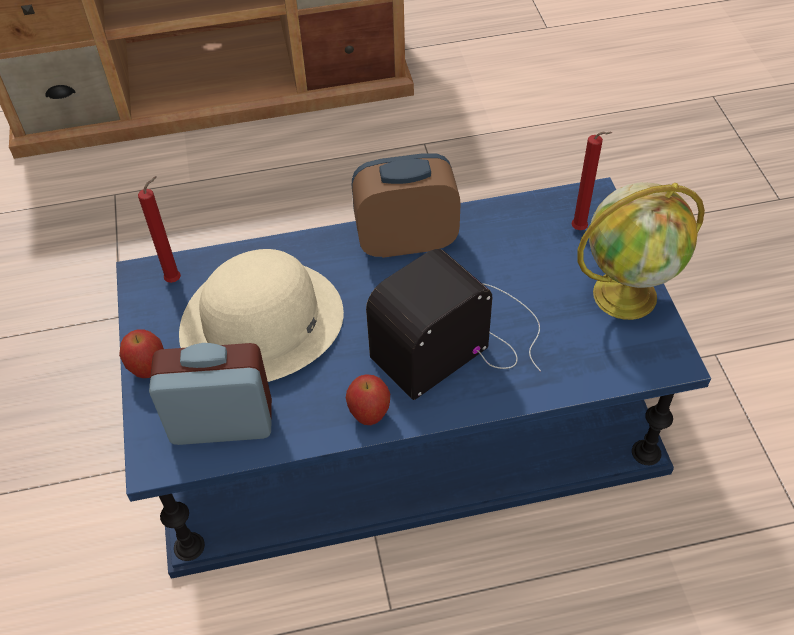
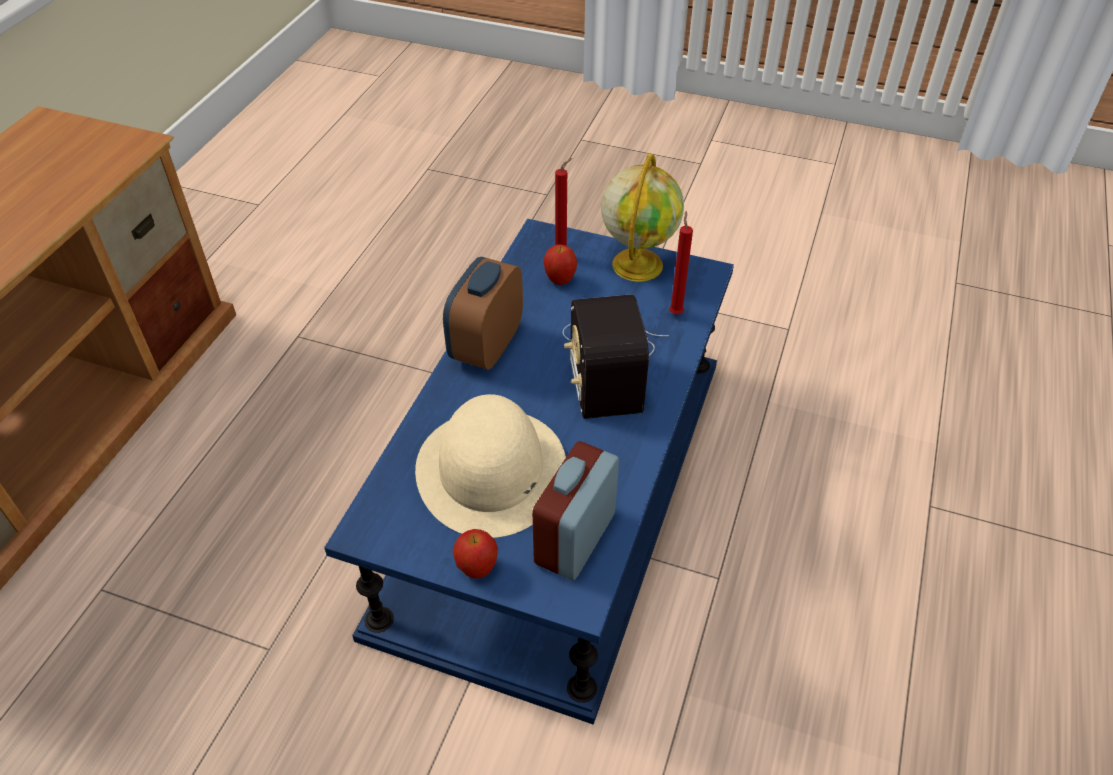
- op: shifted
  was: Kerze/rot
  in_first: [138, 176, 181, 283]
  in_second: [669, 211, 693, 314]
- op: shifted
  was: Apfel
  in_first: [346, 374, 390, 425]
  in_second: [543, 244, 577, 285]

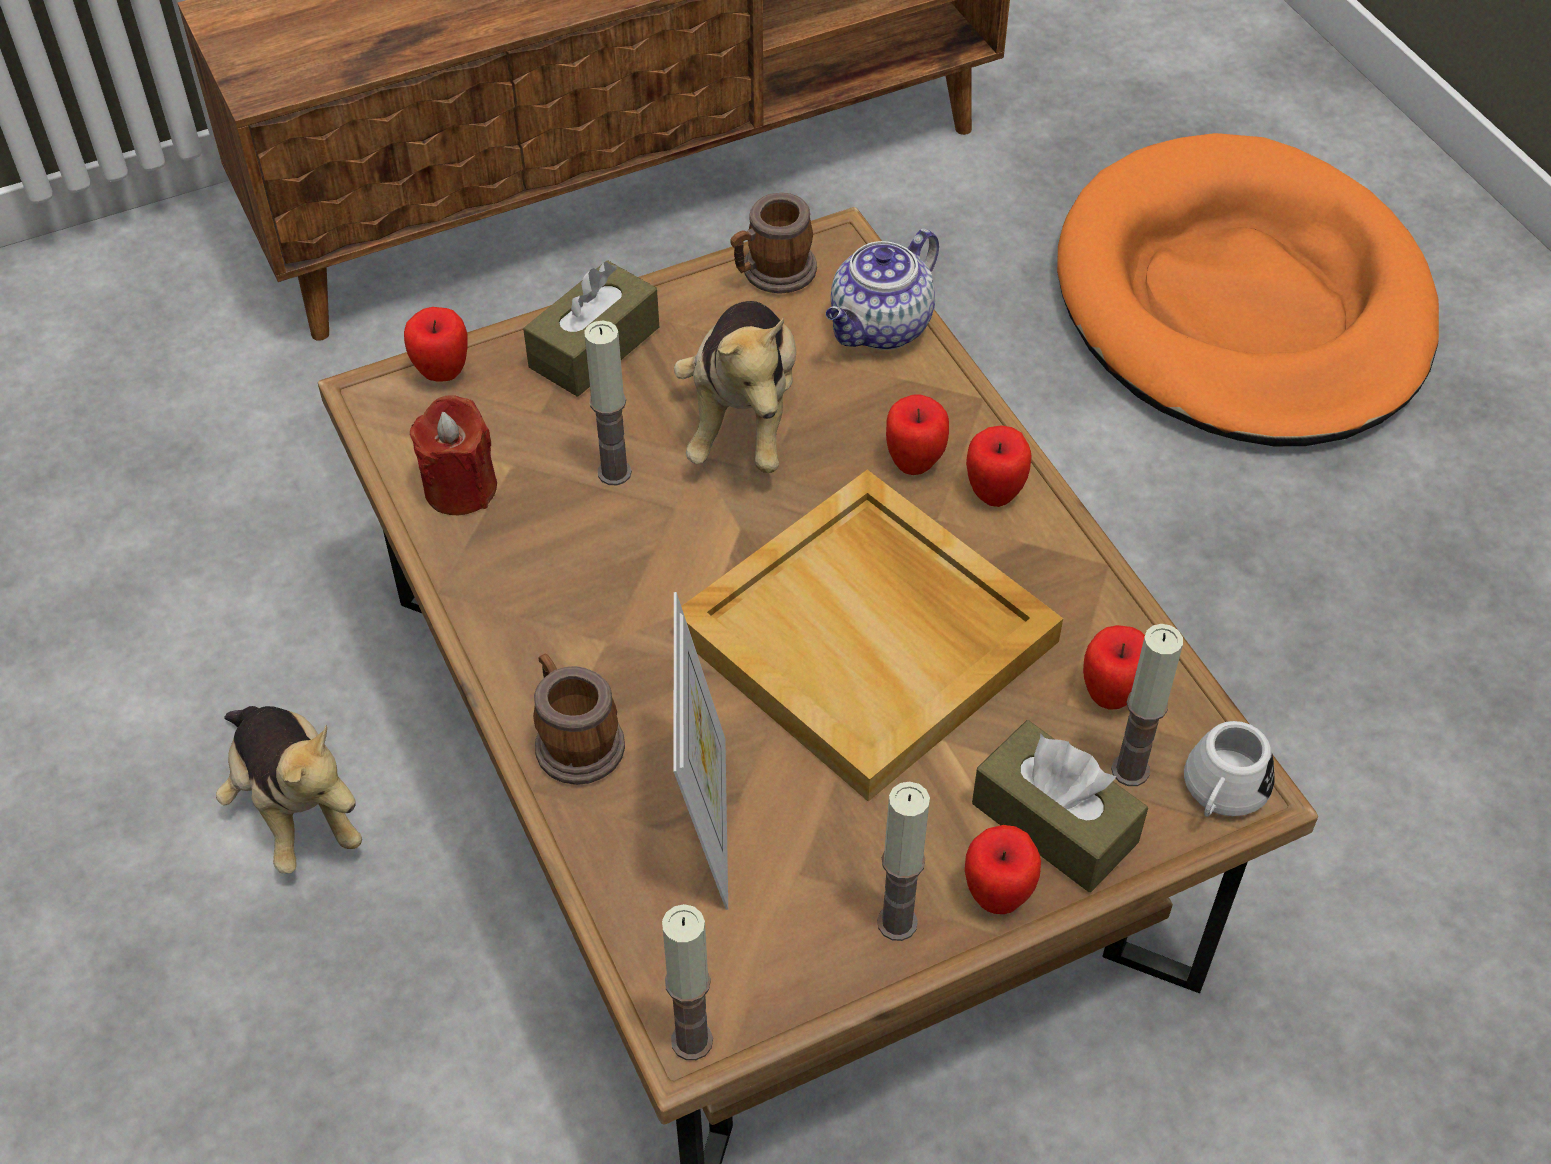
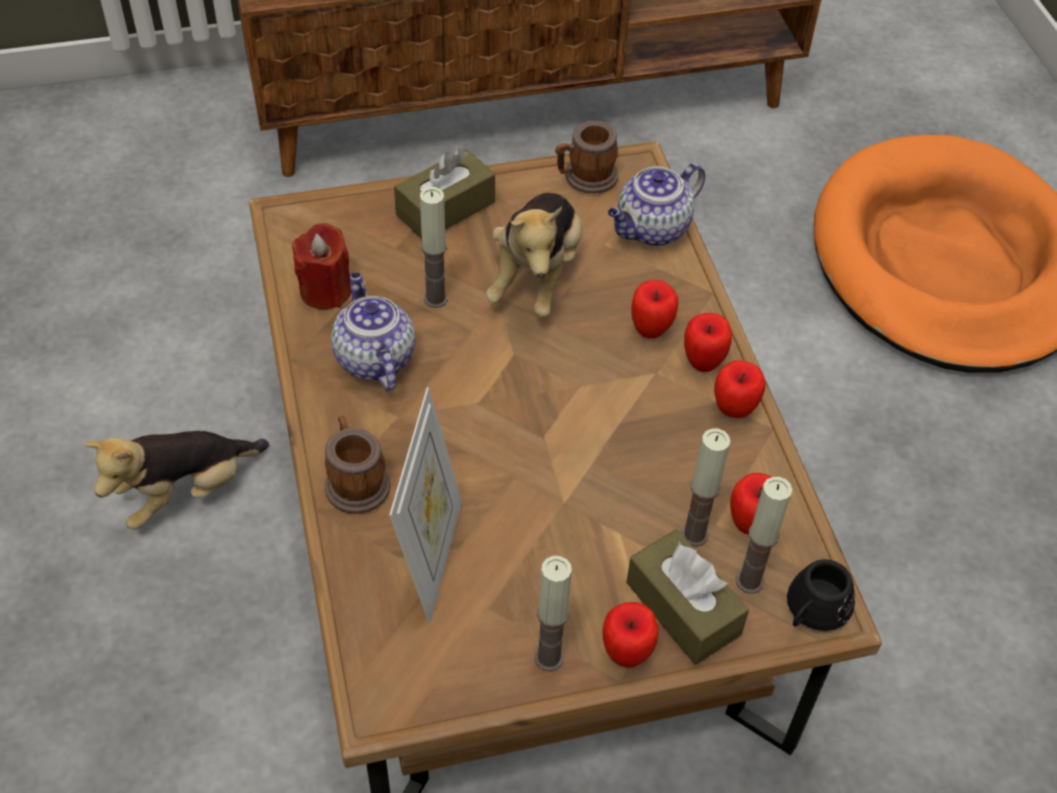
- op: gone
  was: Tablett/beige
  in_first: [681, 470, 1063, 801]
- op: new
  now: Teekanne
  in_second: [331, 272, 415, 391]
- op: shifted
  was: Apfel
  in_first: [404, 307, 467, 381]
  in_second: [714, 360, 766, 418]
- op: shifted
  was: Kerze
  in_first: [662, 904, 713, 1060]
  in_second: [681, 429, 730, 547]
- op: repainted
  was: Henkelbecher/weiß
  now: Henkelbecher/schwarz
  in_first: [1184, 721, 1275, 817]
  in_second: [787, 559, 855, 631]
- op: rotated
  was: Plüschtier
  in_first: [216, 706, 362, 874]
  in_second: [84, 431, 269, 530]
  clockwise: 75

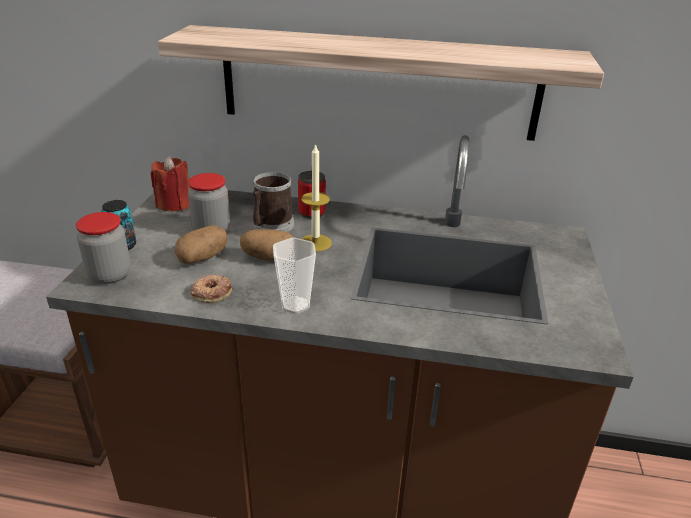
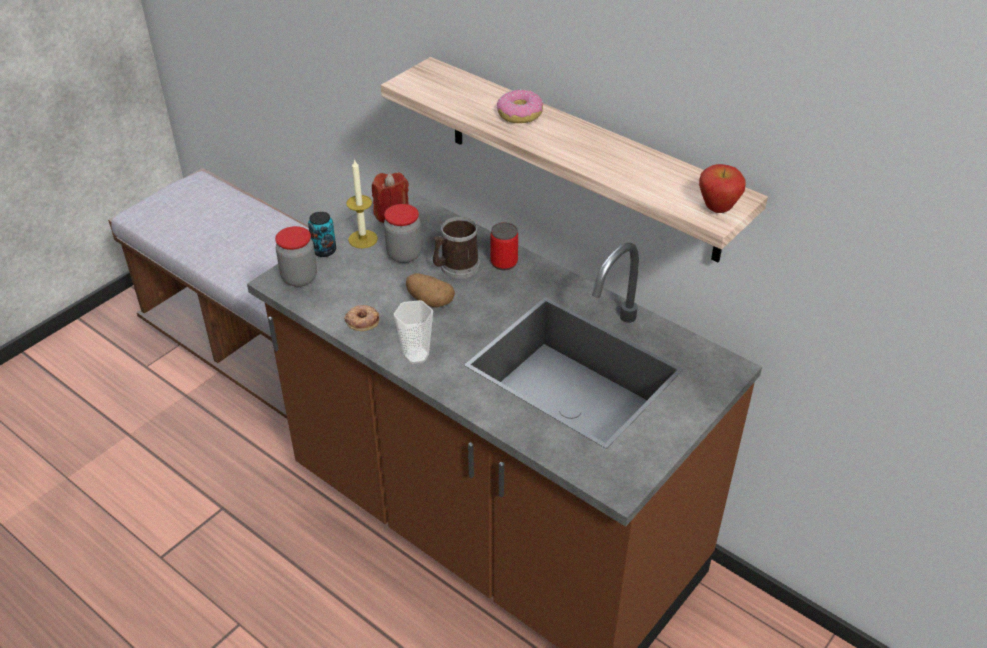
- op: gone
  was: Kartoffel
  in_first: [175, 225, 227, 264]
- op: new
  now: Donut
  in_second: [497, 89, 543, 123]
- op: new
  now: Apfel
  in_second: [699, 164, 746, 213]
- op: shifted
  was: Kerze
  in_first: [301, 143, 332, 252]
  in_second: [346, 159, 378, 248]

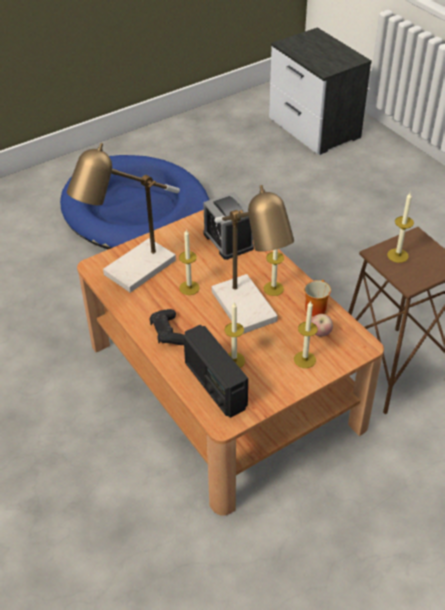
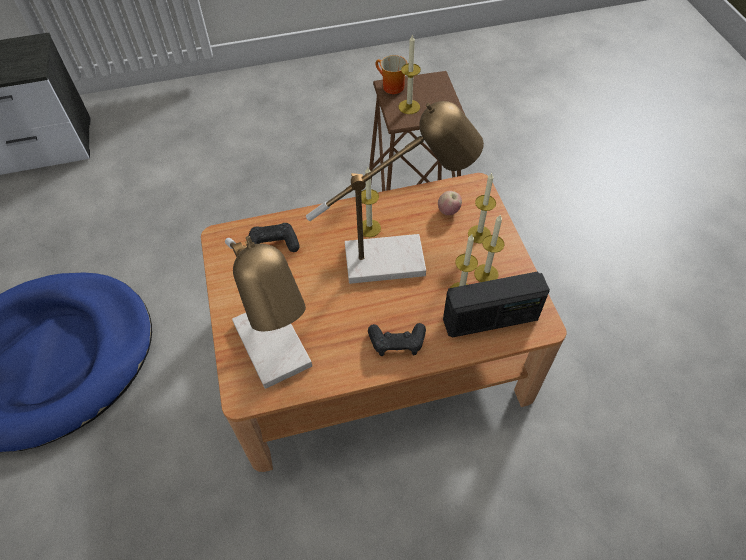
- op: shifted
  was: Kerze
  in_first: [179, 230, 200, 295]
  in_second: [474, 215, 505, 282]
- op: shifted
  was: Henkelbecher
  in_first: [304, 280, 331, 316]
  in_second: [375, 55, 407, 94]
- op: swapped
  was: Wecker
  now: Gamepad/schwarz
  in_first: [203, 192, 254, 260]
  in_second: [249, 223, 300, 252]

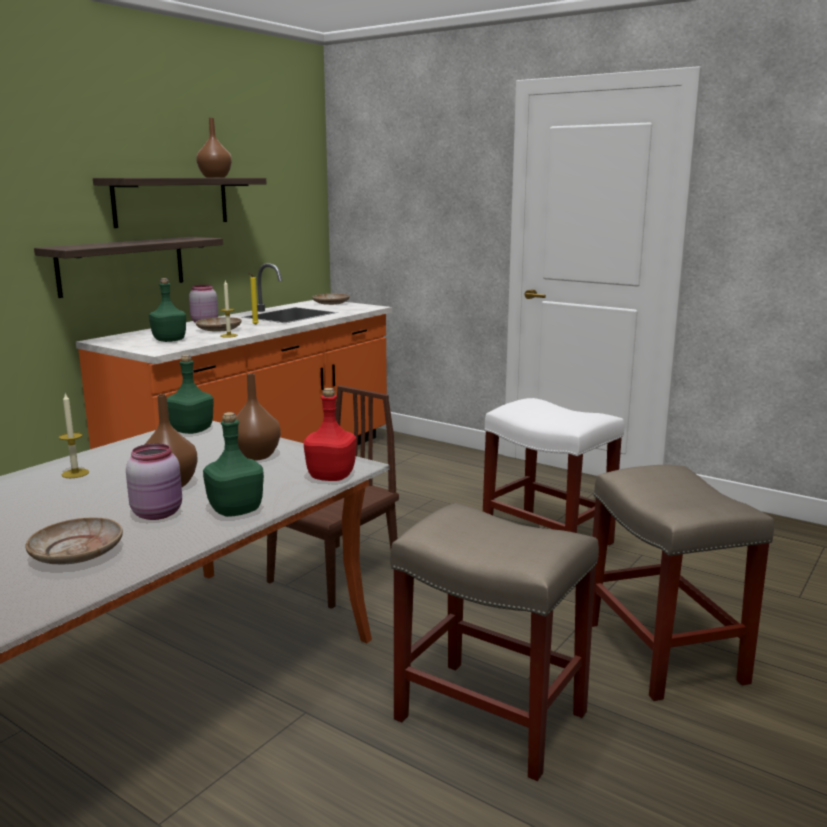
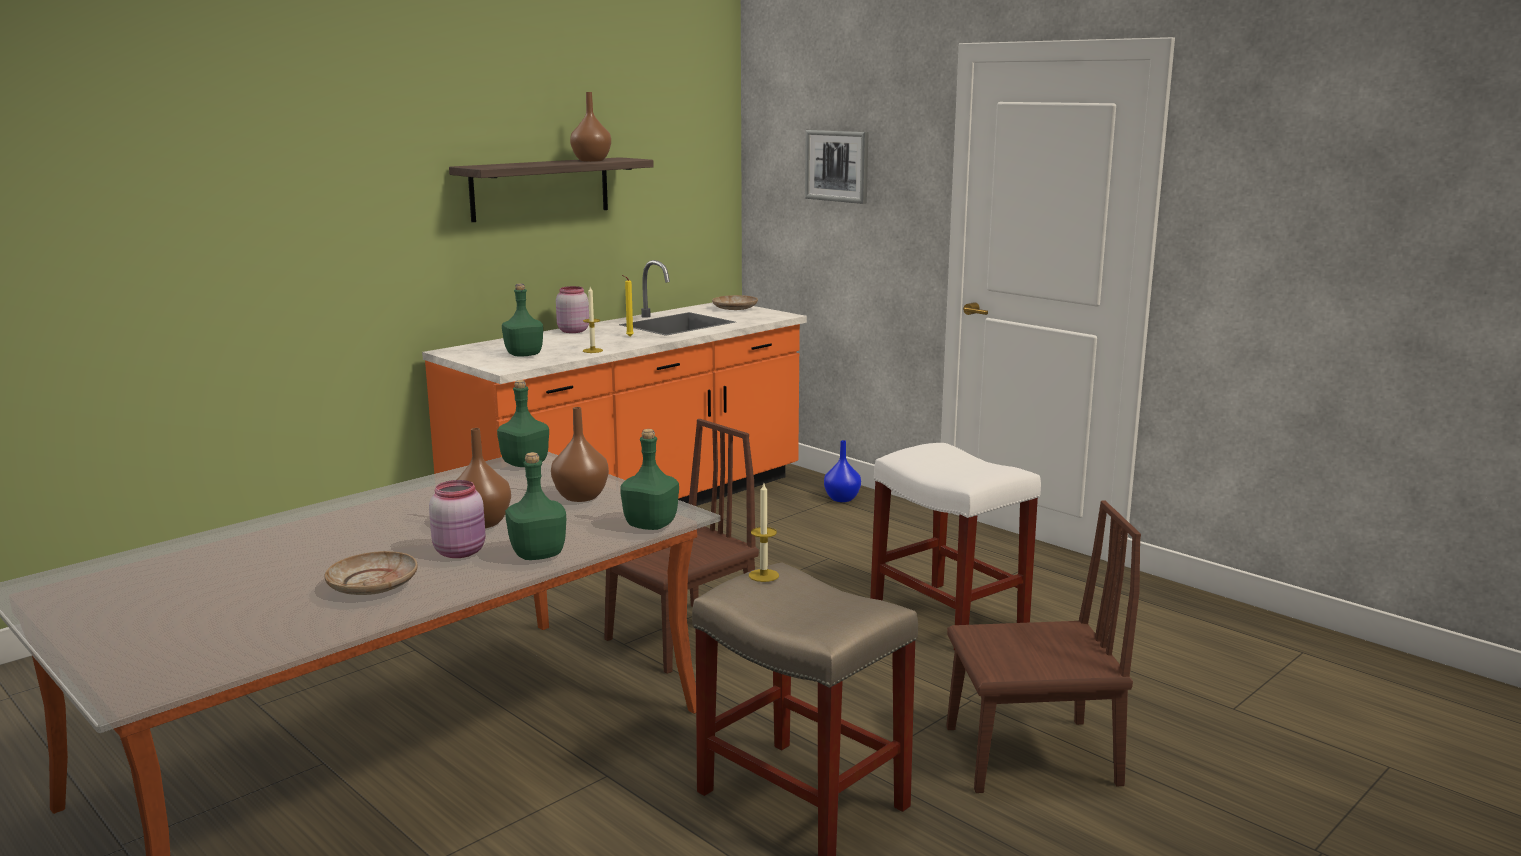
- op: gone
  was: Wandregal
  in_first: [34, 237, 223, 298]
- op: gone
  was: Teller/beige
  in_first: [196, 317, 241, 332]
- op: new
  now: Bild
  in_second: [805, 130, 868, 204]
- op: new
  now: Vase/blau
  in_second: [824, 440, 861, 502]
- op: shifted
  was: Kerze
  in_first: [59, 393, 89, 478]
  in_second: [749, 483, 779, 582]
- op: swapped
  was: Hocker/beige
  now: Stuhl/braun
  in_first: [592, 465, 774, 701]
  in_second: [946, 500, 1141, 793]
- op: repainted
  was: Flasche/rot
  now: Flasche/grün
  in_first: [304, 388, 357, 481]
  in_second: [620, 429, 679, 530]

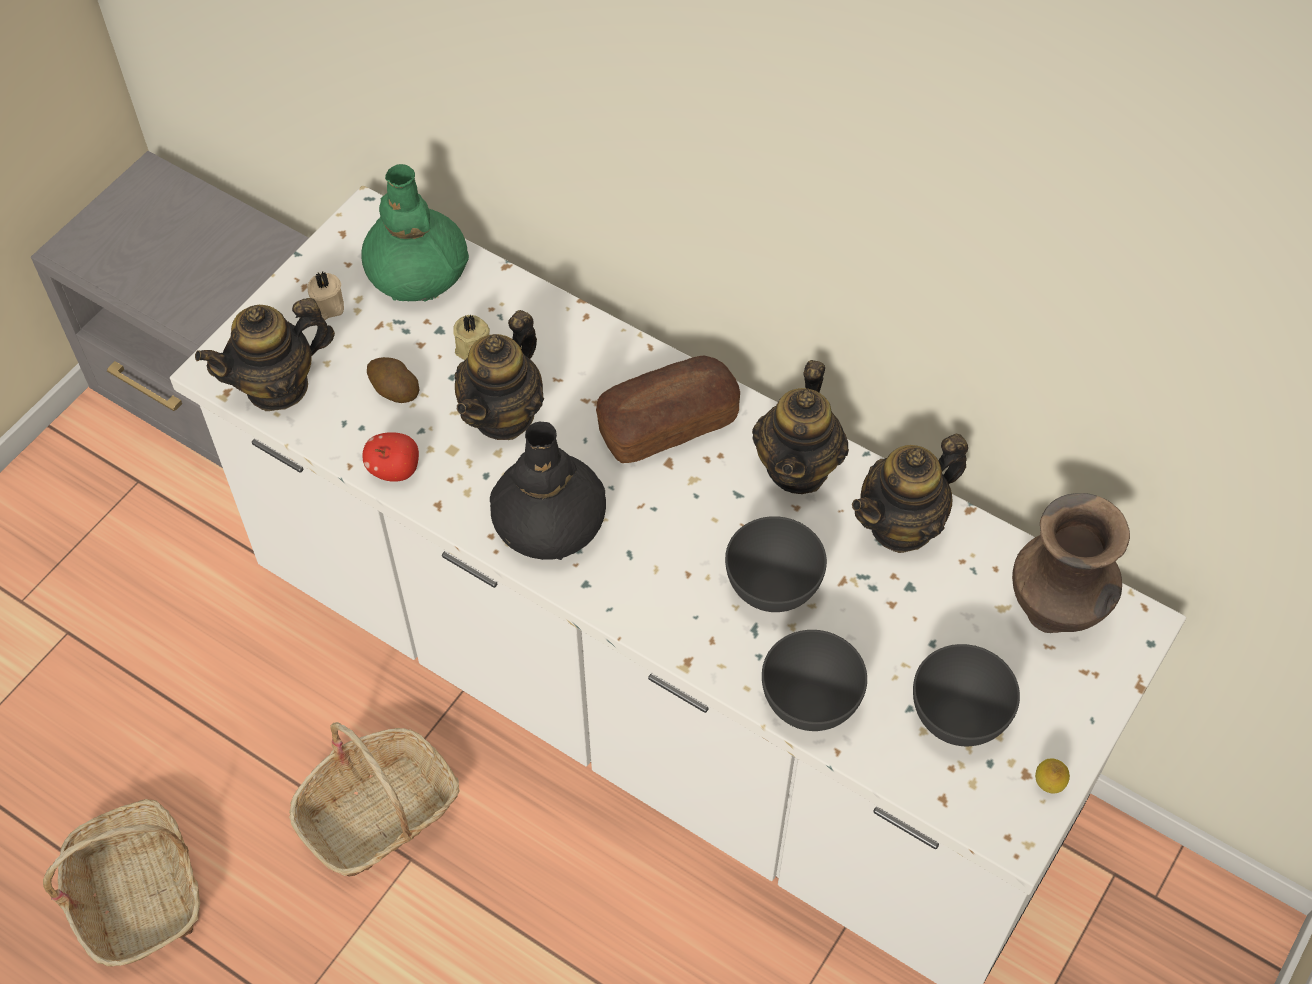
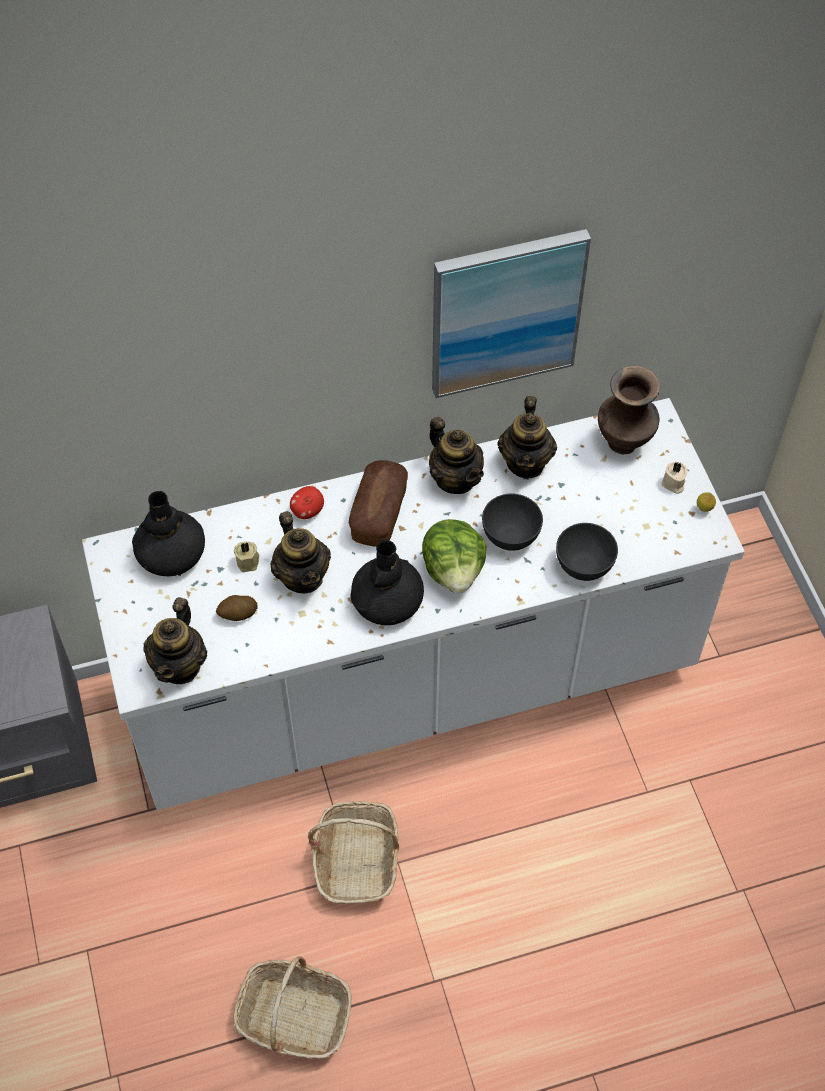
- op: gone
  was: Schüssel/grau
  in_first: [913, 644, 1020, 746]
- op: new
  now: Salatkopf
  in_second: [422, 519, 486, 593]
- op: new
  now: Bild
  in_second: [432, 229, 591, 398]
- op: shifted
  was: Kerze/beige
  in_first: [308, 272, 344, 320]
  in_second: [661, 462, 688, 494]
- op: shifted
  was: Apfel
  in_first: [363, 432, 419, 482]
  in_second: [290, 486, 324, 519]
- op: repainted
  was: Vase/grün
  now: Vase/schwarz
  in_first: [361, 164, 469, 302]
  in_second: [132, 491, 205, 576]

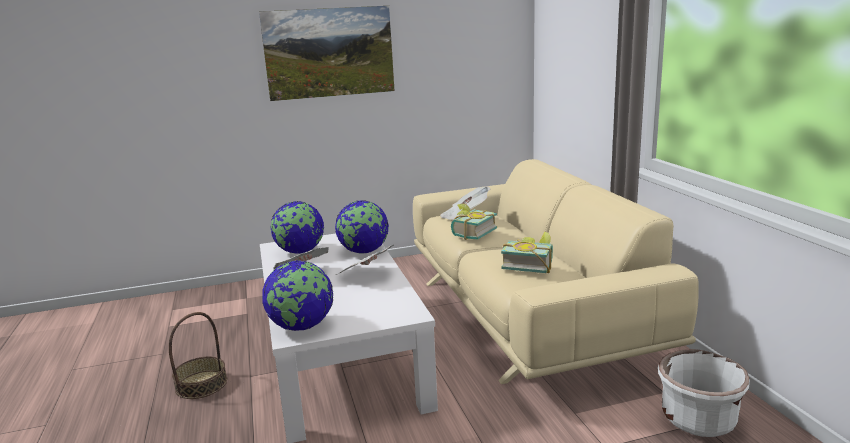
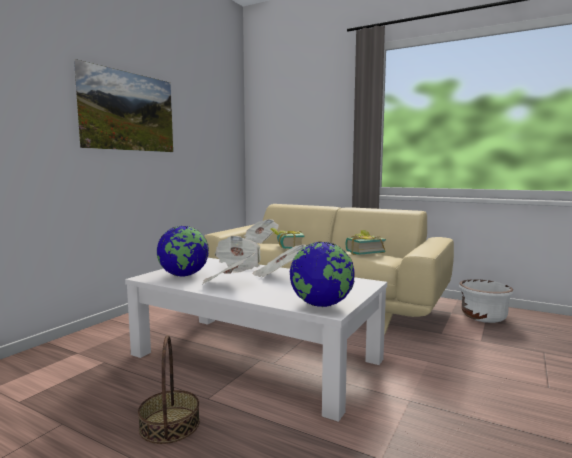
- op: swapped
  was: Globus
  now: Zeitung
  in_first: [335, 200, 389, 254]
  in_second: [215, 236, 261, 273]

